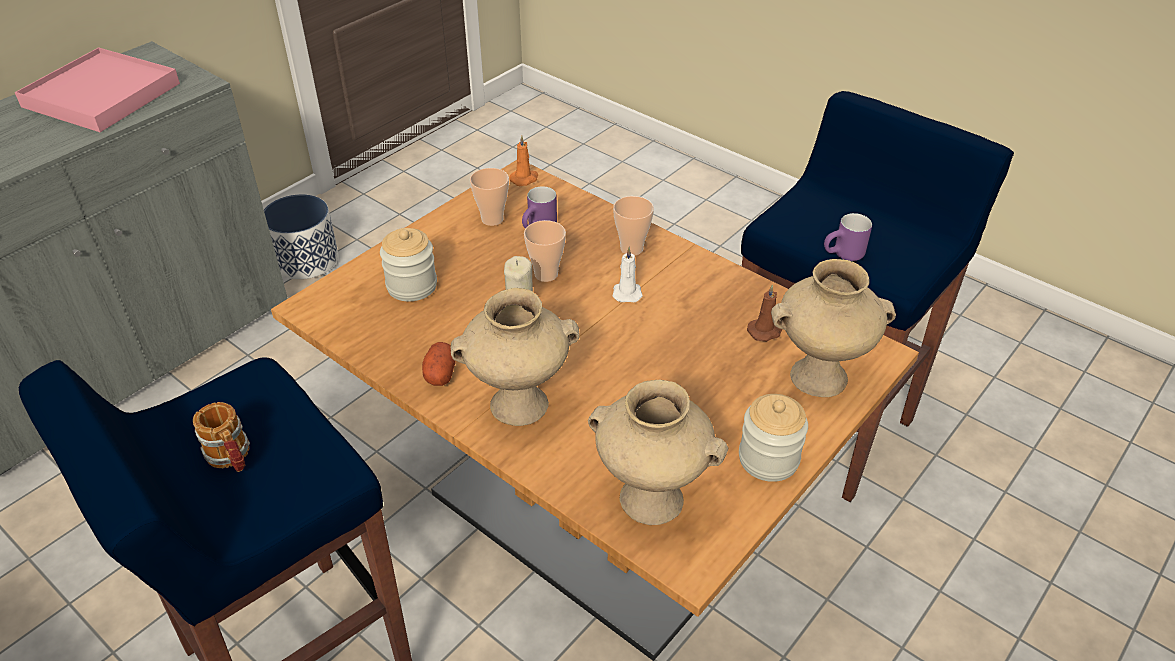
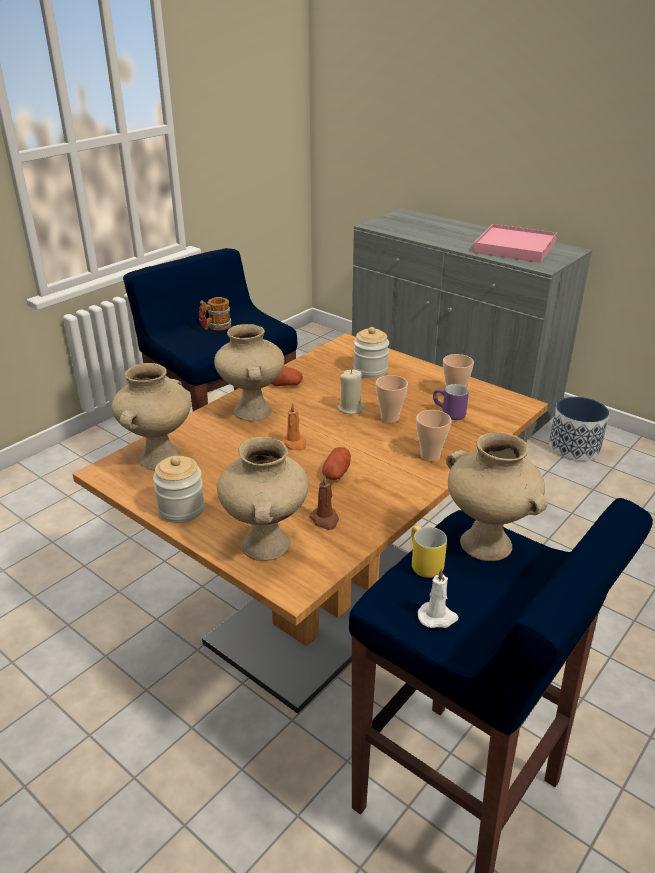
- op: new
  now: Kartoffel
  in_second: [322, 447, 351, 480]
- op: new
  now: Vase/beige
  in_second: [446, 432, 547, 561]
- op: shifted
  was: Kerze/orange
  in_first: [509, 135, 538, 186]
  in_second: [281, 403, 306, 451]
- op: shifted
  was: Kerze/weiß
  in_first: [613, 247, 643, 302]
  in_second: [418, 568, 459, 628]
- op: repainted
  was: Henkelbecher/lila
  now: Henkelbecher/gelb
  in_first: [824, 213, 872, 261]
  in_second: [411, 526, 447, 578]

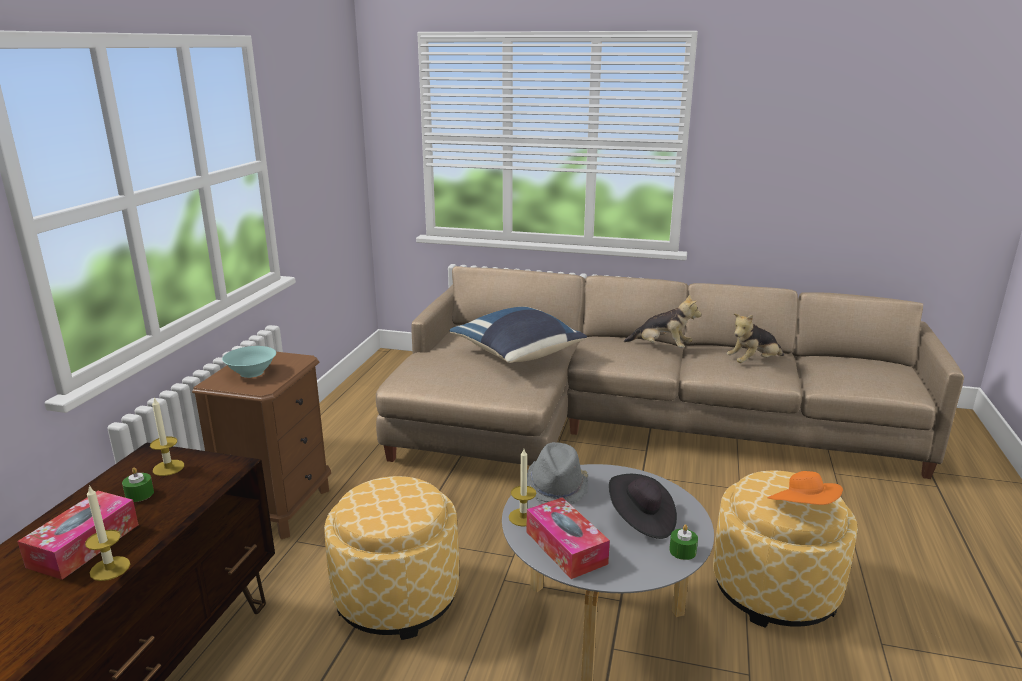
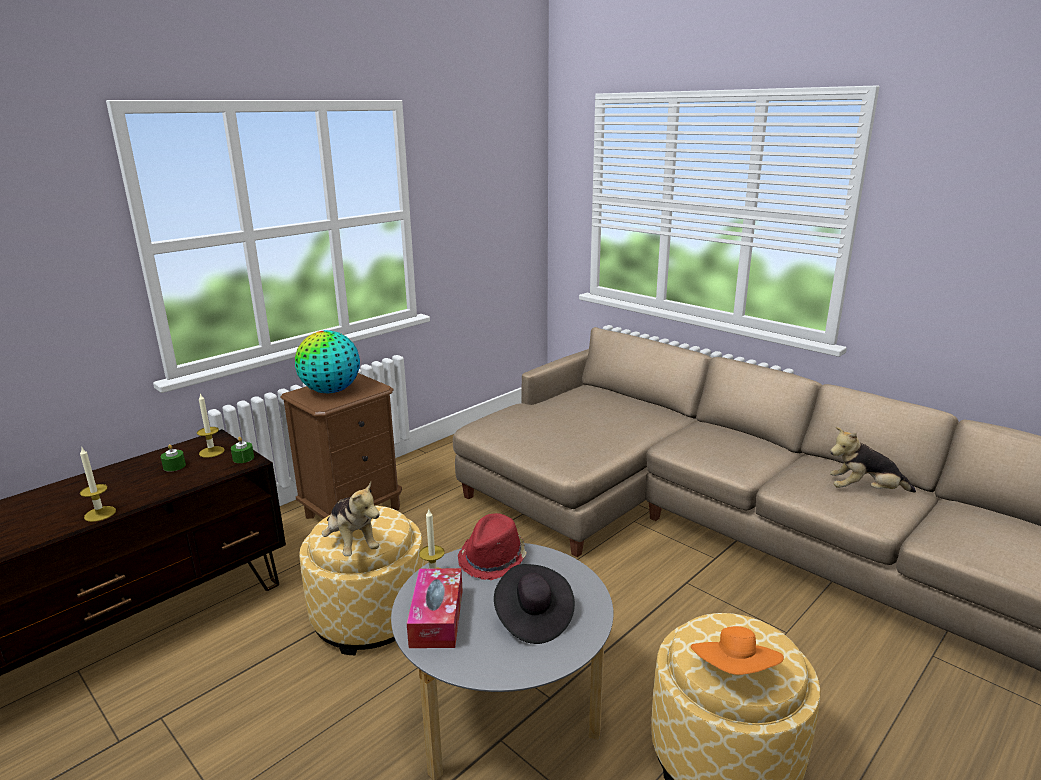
- op: gone
  was: Taschentuchbox
  in_first: [17, 491, 139, 580]
- op: gone
  was: Kissen/blau
  in_first: [450, 307, 587, 363]
- op: shifted
  was: Plüschtier
  in_first: [624, 294, 702, 348]
  in_second: [322, 482, 380, 556]
- op: shifted
  was: Kerze/grün
  in_first: [669, 524, 698, 560]
  in_second: [231, 437, 254, 463]
- op: swapped
  was: Schüssel/türkis
  now: Globus
  in_first: [222, 346, 276, 378]
  in_second: [295, 330, 360, 393]
- op: repainted
  was: Hut/grau
  now: Hut/rot
  in_first: [527, 442, 588, 505]
  in_second: [458, 513, 527, 580]

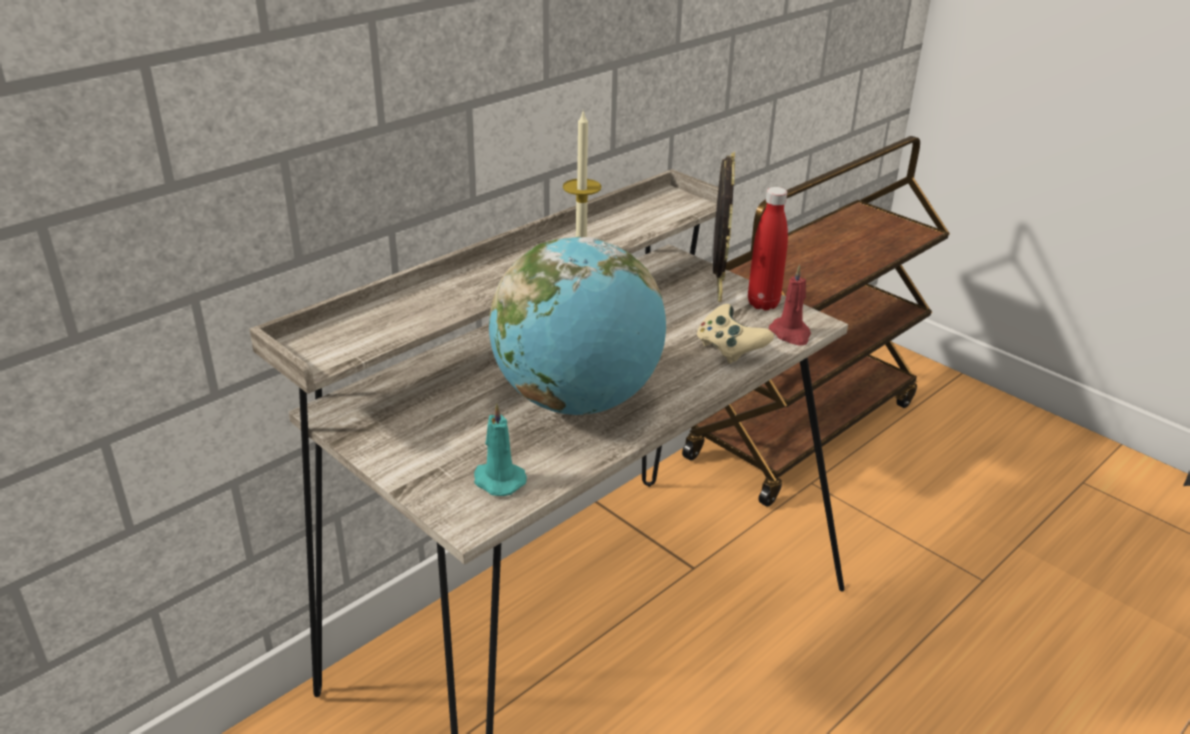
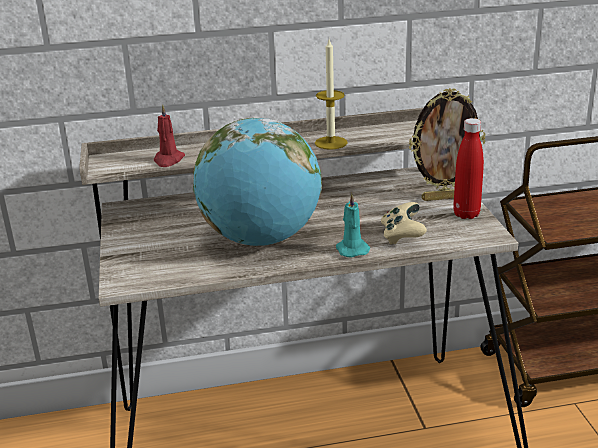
- op: shifted
  was: Kerze/türkis
  in_first: [474, 403, 527, 496]
  in_second: [336, 193, 370, 258]
- op: shifted
  was: Kerze/rot
  in_first: [769, 265, 811, 346]
  in_second: [154, 104, 185, 167]
- op: rotated
  was: Bilderrahmen
  in_first: [713, 151, 735, 302]
  in_second: [408, 88, 485, 201]
  clockwise: 45

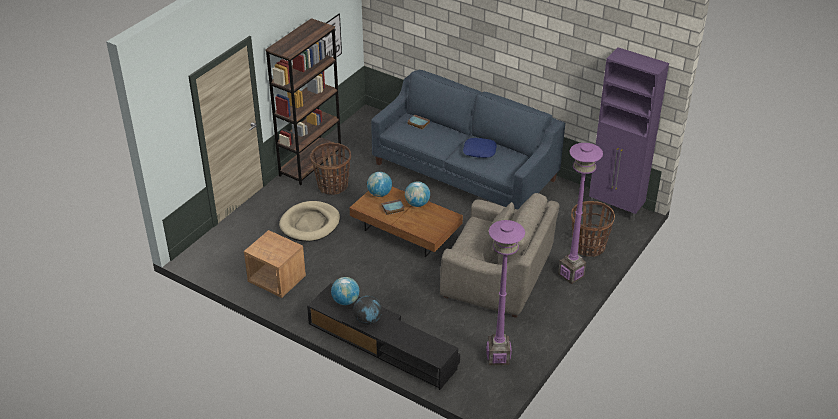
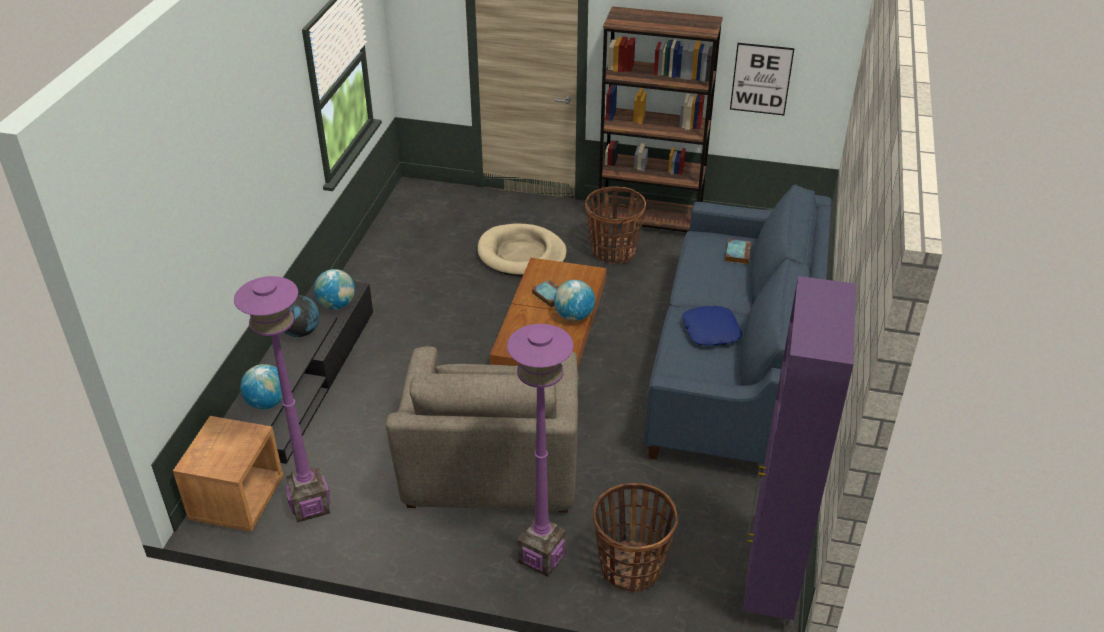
- op: shifted
  was: Nachttisch/braun
  in_first: [244, 230, 306, 298]
  in_second: [173, 416, 284, 532]
- op: shifted
  was: Globus
  in_first: [367, 172, 392, 197]
  in_second: [240, 364, 283, 409]

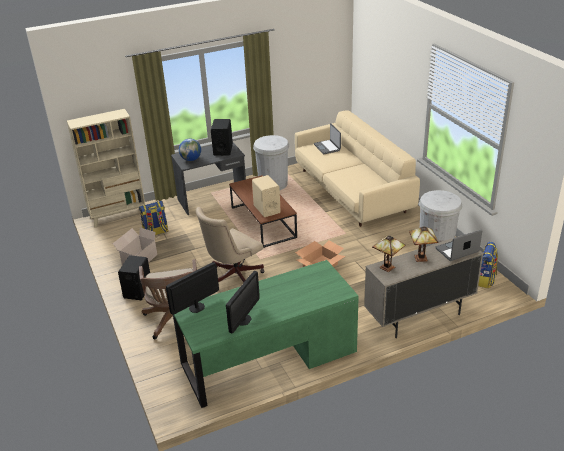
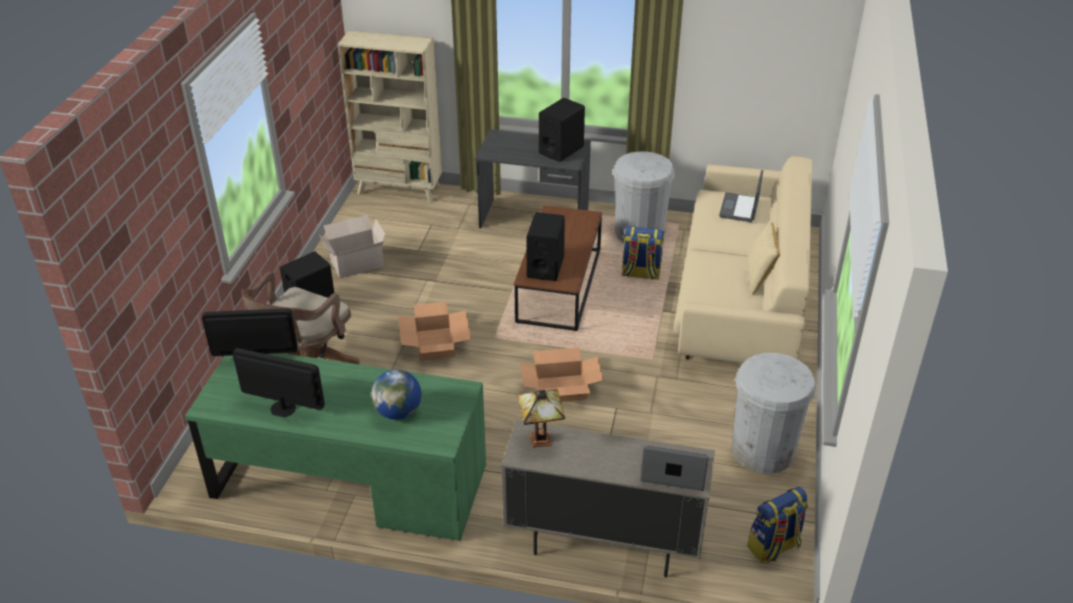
- op: gone
  was: Tischlampe
  in_first: [409, 226, 438, 262]
- op: new
  now: Kissen
  in_second: [746, 222, 780, 295]
- op: shifted
  was: Rucksack
  in_first: [139, 201, 169, 235]
  in_second: [622, 226, 664, 280]
- op: shifted
  was: Globus
  in_first: [179, 139, 201, 161]
  in_second: [371, 370, 421, 420]
- op: swapped
  was: Bürostuhl/beige
  now: Karton
  in_first: [196, 207, 264, 283]
  in_second: [398, 302, 471, 361]
- op: repainted
  was: Lautsprecher/beige
  now: Lautsprecher/schwarz
  in_first: [252, 175, 281, 217]
  in_second: [526, 212, 565, 281]
- op: rotated
  was: Monitor
  in_first: [226, 271, 260, 334]
  in_second: [233, 348, 325, 417]
  clockwise: -135

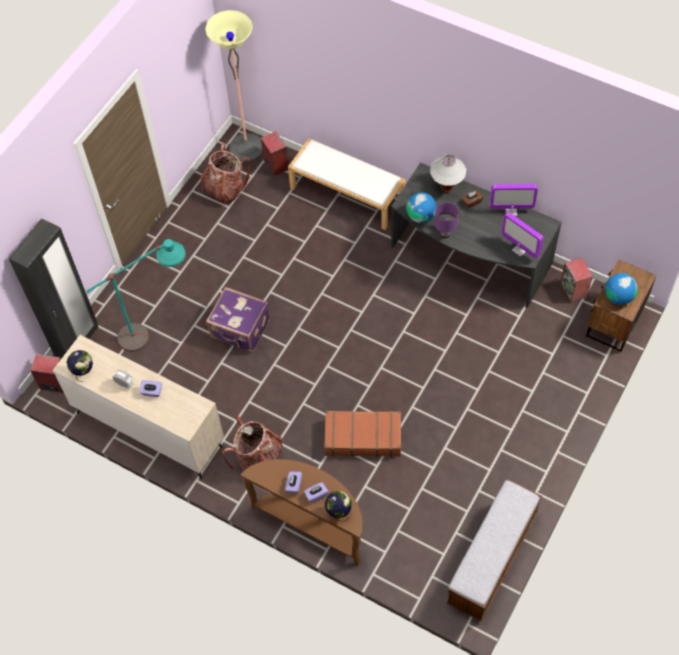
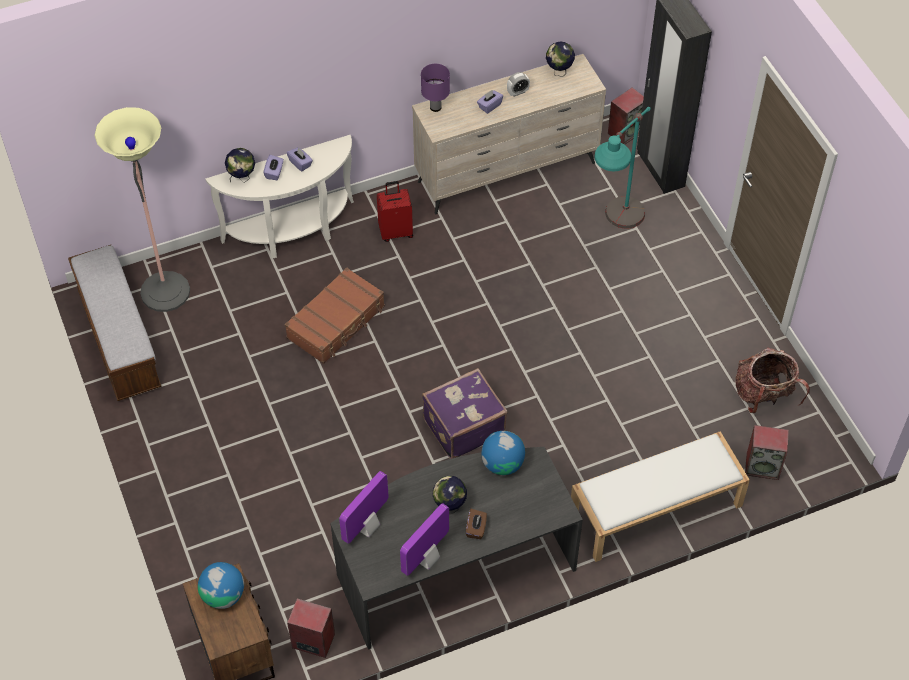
- op: gone
  was: Tischlampe/weiß
  in_first: [430, 154, 466, 192]
- op: new
  now: Globus
  in_second: [433, 476, 467, 513]
- op: shifted
  was: Stehlampe
  in_first: [205, 10, 263, 162]
  in_second: [94, 107, 190, 312]
- op: shifted
  was: Koffer/lila
  in_first: [206, 287, 270, 352]
  in_second: [422, 368, 508, 459]
- op: shifted
  was: Tischlampe/lila
  in_first: [434, 203, 459, 238]
  in_second: [421, 64, 450, 112]
- op: swapped
  was: Rucksack
  now: Koffer/rot
  in_first: [222, 416, 282, 470]
  in_second: [377, 181, 413, 242]
- op: repainted
  was: Konsolentisch/braun
  now: Konsolentisch/weiß
  in_first: [240, 459, 363, 566]
  in_second: [205, 135, 354, 258]
- op: rotated
  was: Monitor
  in_first: [501, 212, 543, 258]
  in_second: [339, 471, 389, 544]
  clockwise: -45

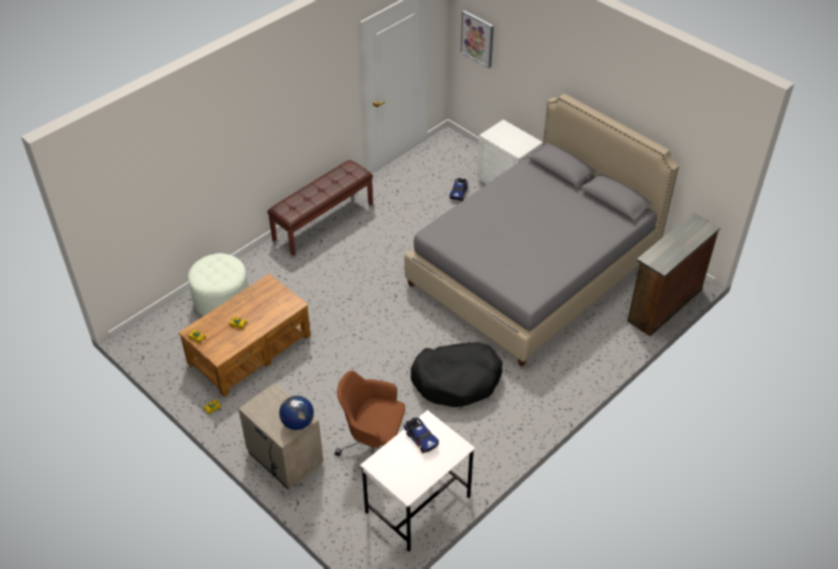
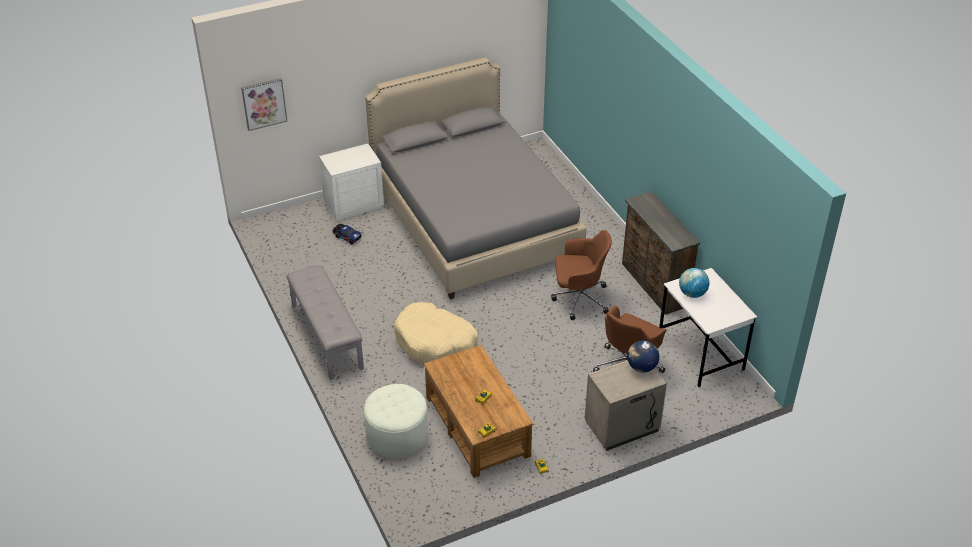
- op: new
  now: Hundebett/beige
  in_second: [394, 302, 478, 363]
- op: shifted
  was: Kommode/braun
  in_first: [627, 212, 720, 337]
  in_second: [622, 191, 700, 315]
- op: swapped
  was: Spielzeuglaster
  now: Globus
  in_first: [404, 417, 439, 453]
  in_second: [679, 268, 709, 298]
- op: swapped
  was: Hundebett/schwarz
  now: Bürostuhl/braun
  in_first: [411, 342, 503, 407]
  in_second: [551, 230, 612, 320]
- op: repainted
  was: Bank/braun
  now: Bank/grau
  in_first: [267, 160, 373, 256]
  in_second: [287, 265, 364, 380]

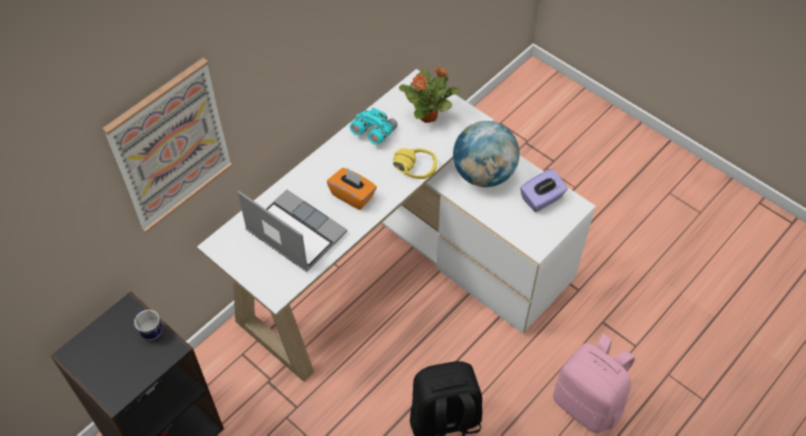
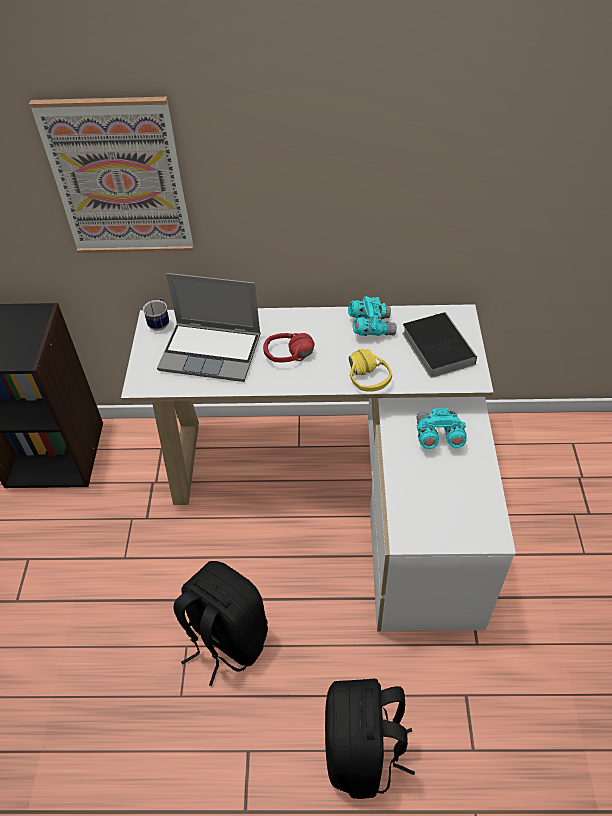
- op: gone
  was: Taschentuchbox/lila
  in_first: [520, 169, 568, 212]
- op: shifted
  was: Henkelbecher
  in_first: [134, 308, 162, 340]
  in_second: [143, 299, 169, 331]
- op: swapped
  was: Taschentuchbox/orange
  now: Kopfhörer/rot
  in_first: [327, 168, 377, 210]
  in_second: [263, 333, 314, 362]
- op: swapped
  was: Topfpflanze
  now: Buch
  in_first: [399, 66, 461, 123]
  in_second: [402, 312, 477, 378]
- op: swapped
  was: Globus
  now: Fernglas/türkis
  in_first: [453, 121, 520, 187]
  in_second: [417, 408, 467, 449]
- op: repainted
  was: Rucksack/rosa
  now: Rucksack/schwarz
  in_first: [553, 334, 635, 433]
  in_second: [325, 679, 415, 799]
- op: rotated
  was: Laptop
  in_first: [238, 189, 347, 272]
  in_second: [157, 273, 261, 382]
  clockwise: 105

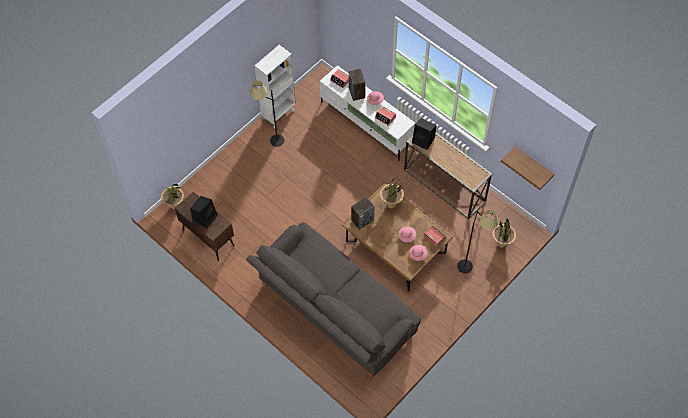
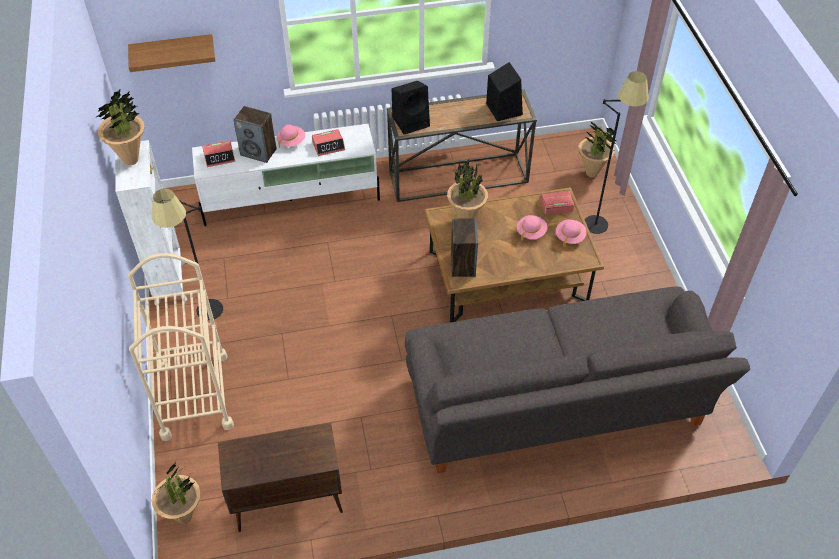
- op: new
  now: Topfpflanze
  in_second: [95, 90, 144, 165]
- op: new
  now: Rollwagen/beige
  in_second: [128, 253, 234, 441]
- op: shifted
  was: Lautsprecher/schwarz
  in_first: [190, 196, 218, 228]
  in_second: [486, 62, 523, 121]
- op: shifted
  was: Wandregal
  in_first: [501, 146, 554, 190]
  in_second: [128, 34, 215, 72]

